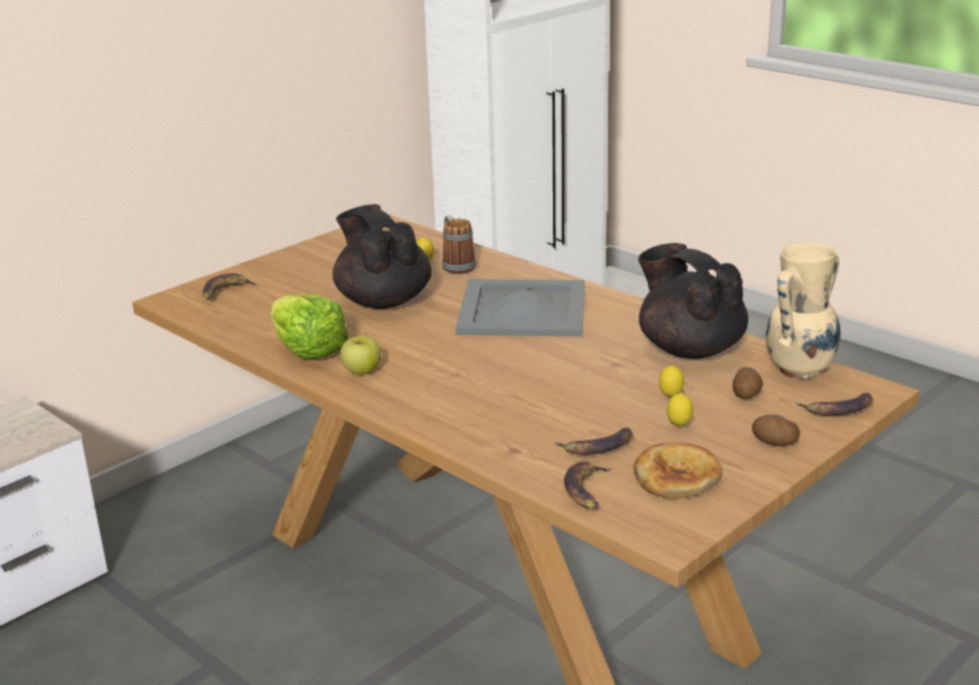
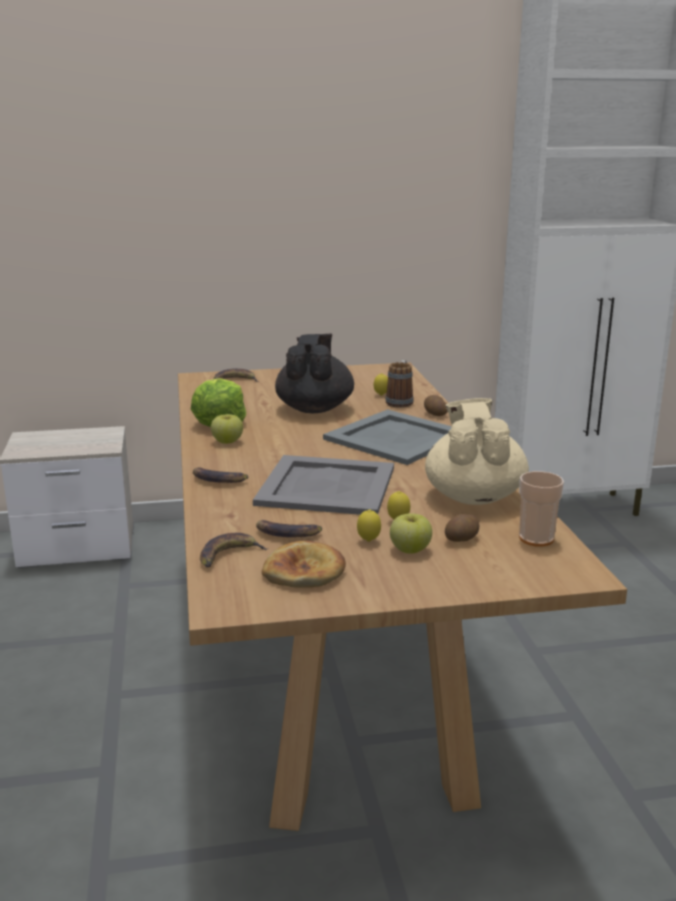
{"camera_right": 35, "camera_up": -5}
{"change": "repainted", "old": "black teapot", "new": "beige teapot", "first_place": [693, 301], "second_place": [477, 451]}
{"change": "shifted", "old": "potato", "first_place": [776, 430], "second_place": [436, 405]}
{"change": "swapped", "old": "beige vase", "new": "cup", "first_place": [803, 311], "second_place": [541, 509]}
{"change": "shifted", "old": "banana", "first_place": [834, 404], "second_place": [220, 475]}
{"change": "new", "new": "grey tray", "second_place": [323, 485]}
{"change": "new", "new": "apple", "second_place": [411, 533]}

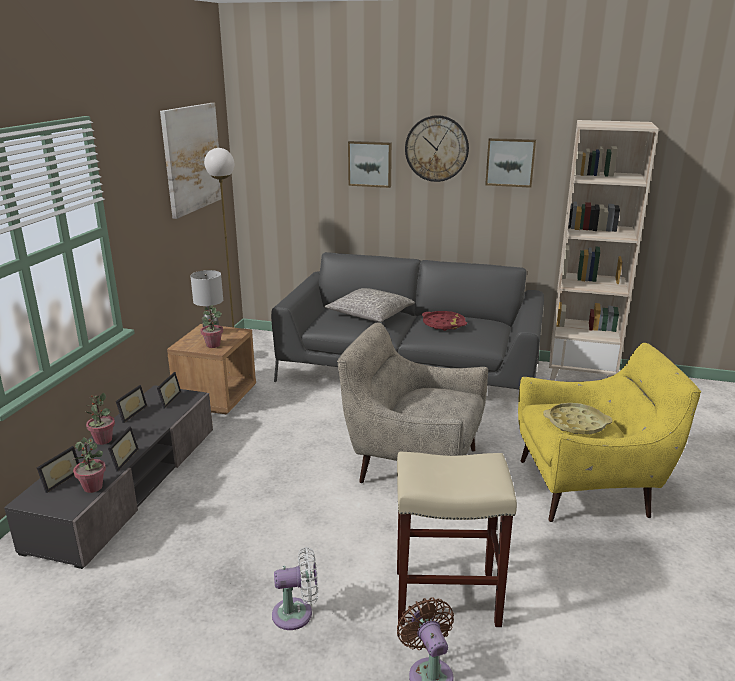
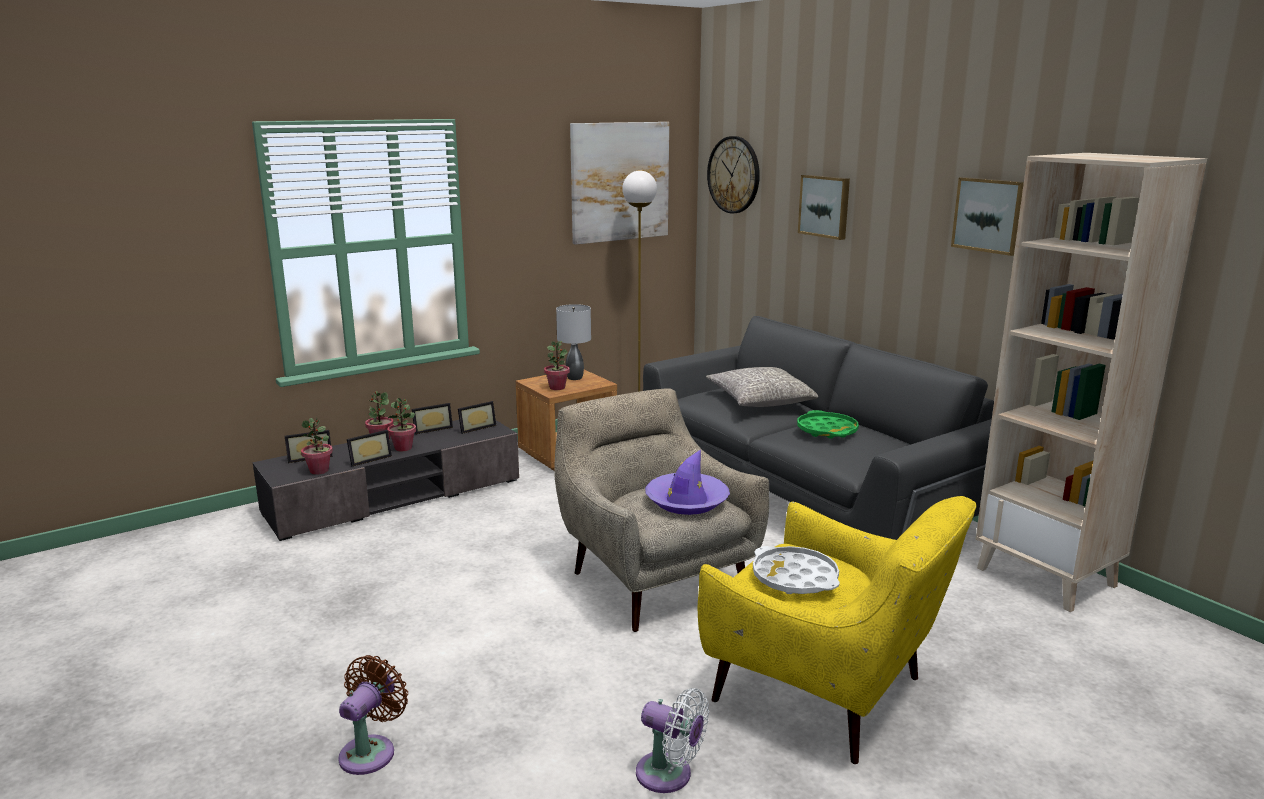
{"camera_right": 40, "camera_up": -5}
{"change": "shifted", "old": "white fan", "first_place": [295, 588], "second_place": [672, 740]}
{"change": "gone", "old": "beige stool", "first_place": [457, 539]}
{"change": "shifted", "old": "wall clock", "first_place": [437, 148], "second_place": [733, 174]}
{"change": "repainted", "old": "red tray", "new": "green tray", "first_place": [444, 321], "second_place": [828, 424]}
{"change": "repainted", "old": "yellow tray", "new": "white tray", "first_place": [577, 418], "second_place": [796, 570]}
{"change": "new", "new": "potted plant", "second_place": [401, 424]}
{"change": "new", "new": "purple hat", "second_place": [687, 482]}

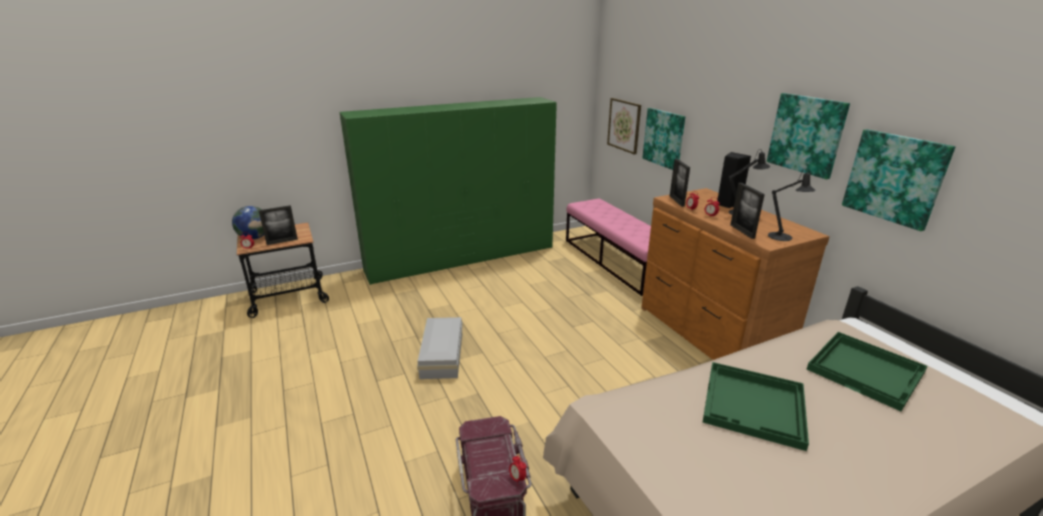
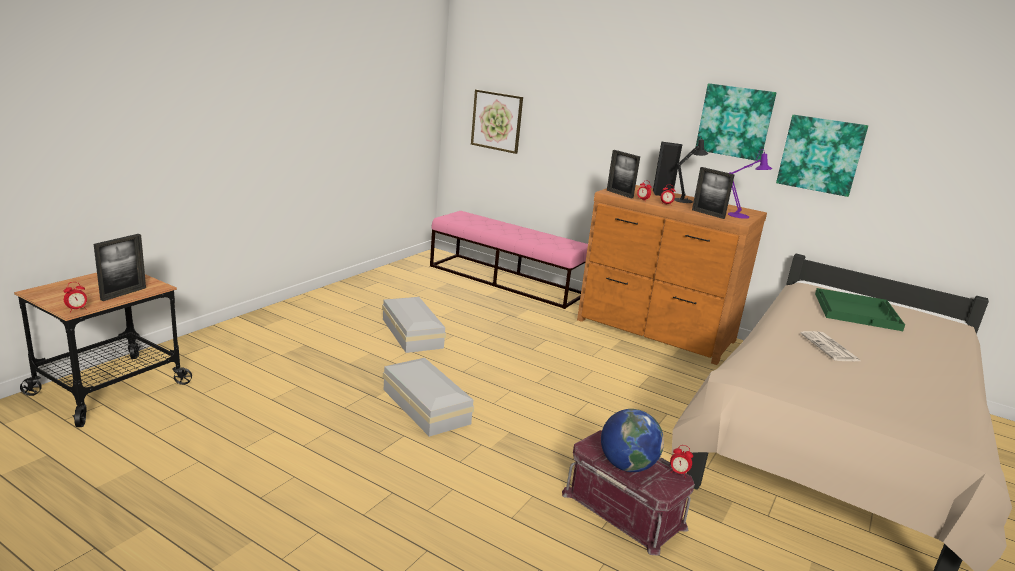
{"camera_right": -35, "camera_up": -5}
{"change": "shifted", "old": "globe", "first_place": [248, 222], "second_place": [632, 440]}
{"change": "gone", "old": "green wardrobe", "first_place": [448, 191]}
{"change": "gone", "old": "picture", "first_place": [664, 139]}
{"change": "swapped", "old": "green tray", "new": "newspaper", "first_place": [756, 406], "second_place": [830, 346]}
{"change": "repainted", "old": "black table lamp", "new": "purple table lamp", "first_place": [792, 204], "second_place": [750, 184]}
{"change": "new", "new": "white storage box", "second_place": [414, 325]}

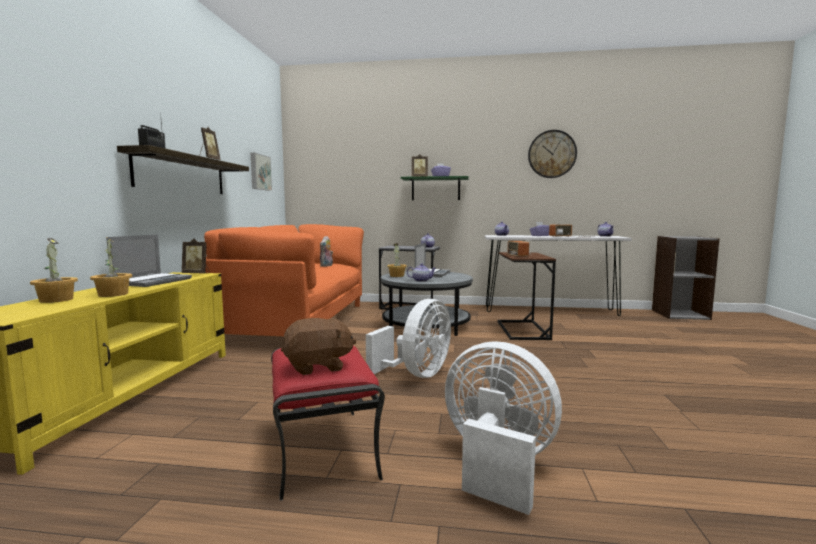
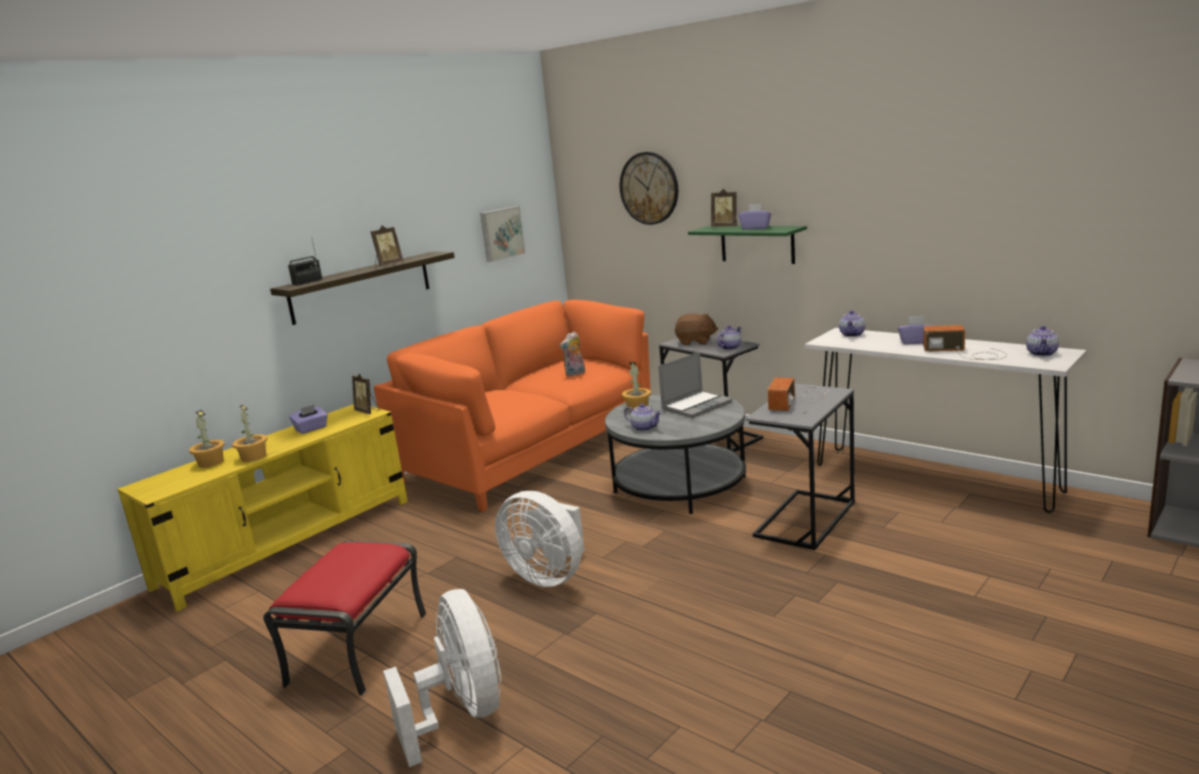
{"camera_right": 35, "camera_up": 10}
{"change": "swapped", "old": "laptop", "new": "purple tissue box", "first_place": [149, 261], "second_place": [308, 419]}
{"change": "shifted", "old": "brown plush toy", "first_place": [318, 346], "second_place": [696, 329]}
{"change": "rotated", "old": "white fan", "first_place": [408, 338], "second_place": [540, 539], "degrees": 60}
{"change": "repainted", "old": "brown side table", "new": "grey side table", "first_place": [526, 296], "second_place": [800, 466]}
{"change": "shifted", "old": "wall clock", "first_place": [552, 154], "second_place": [649, 188]}

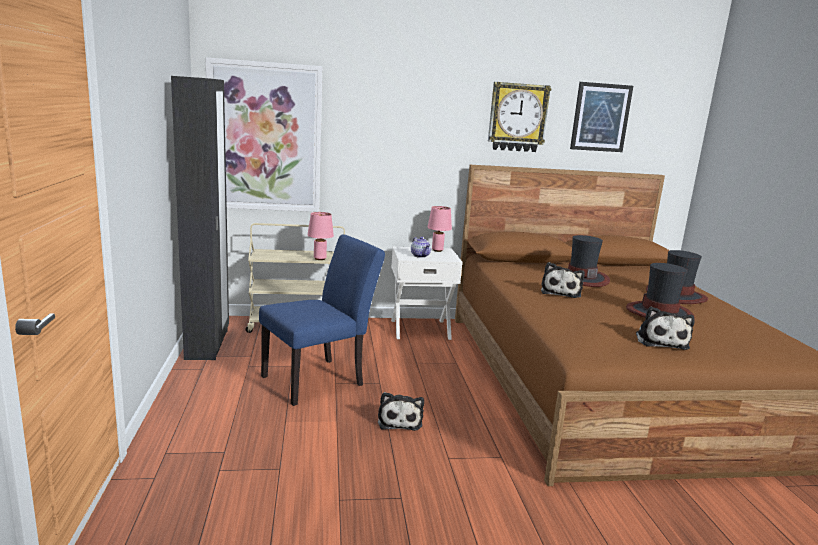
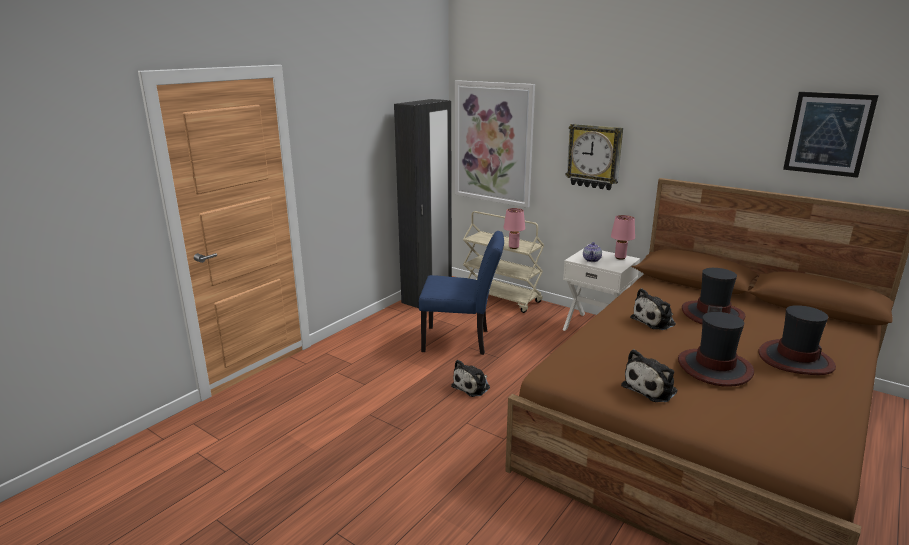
{"camera_right": 45, "camera_up": 5}
{"change": "shifted", "old": "wall clock", "first_place": [520, 117], "second_place": [594, 157]}

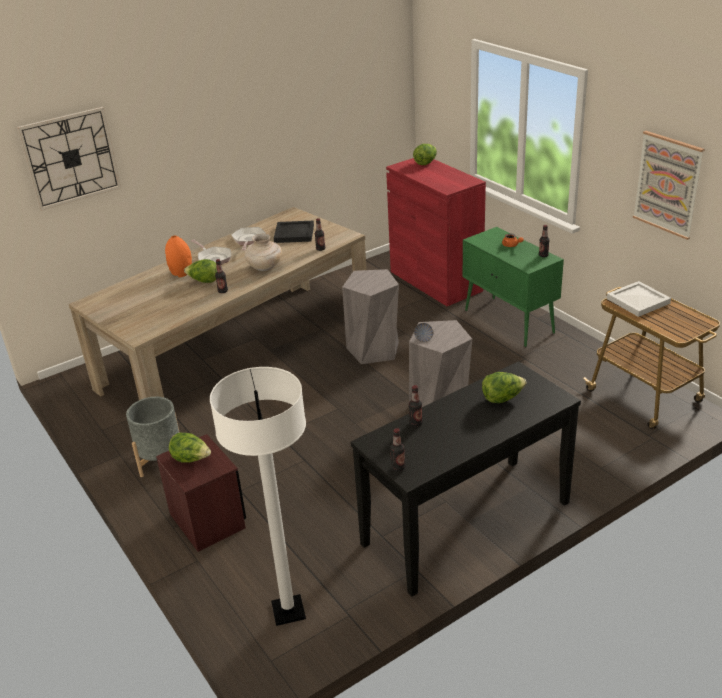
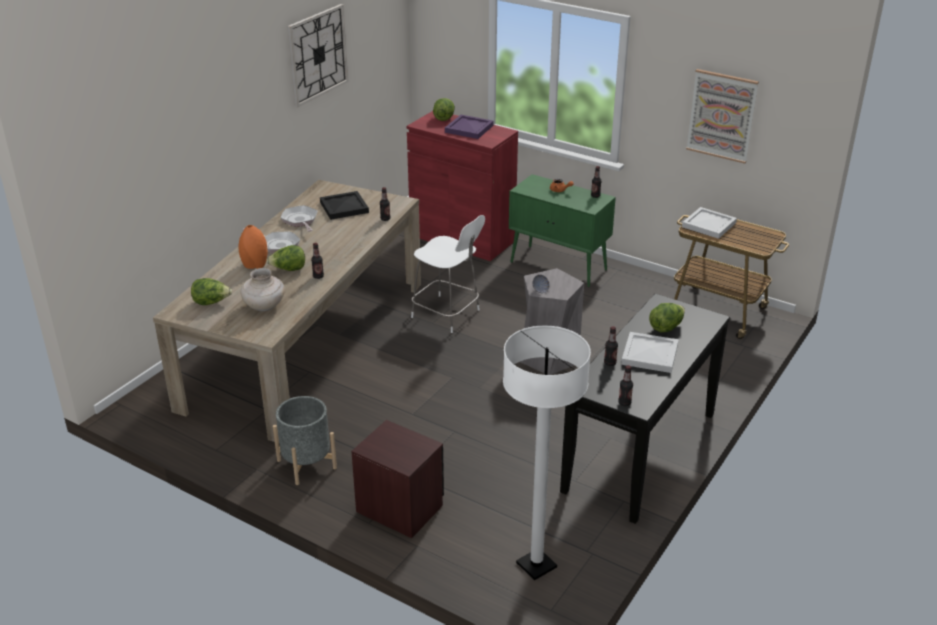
{"camera_right": -25, "camera_up": 0}
{"change": "shifted", "old": "wall clock", "first_place": [69, 159], "second_place": [317, 55]}
{"change": "shifted", "old": "lettuce", "first_place": [190, 448], "second_place": [211, 291]}
{"change": "shifted", "old": "beige vase", "first_place": [263, 252], "second_place": [262, 289]}
{"change": "swapped", "old": "grey stool", "new": "white chair", "first_place": [370, 316], "second_place": [448, 274]}
{"change": "new", "new": "purple tray", "second_place": [469, 127]}
{"change": "new", "new": "white tray", "second_place": [650, 352]}

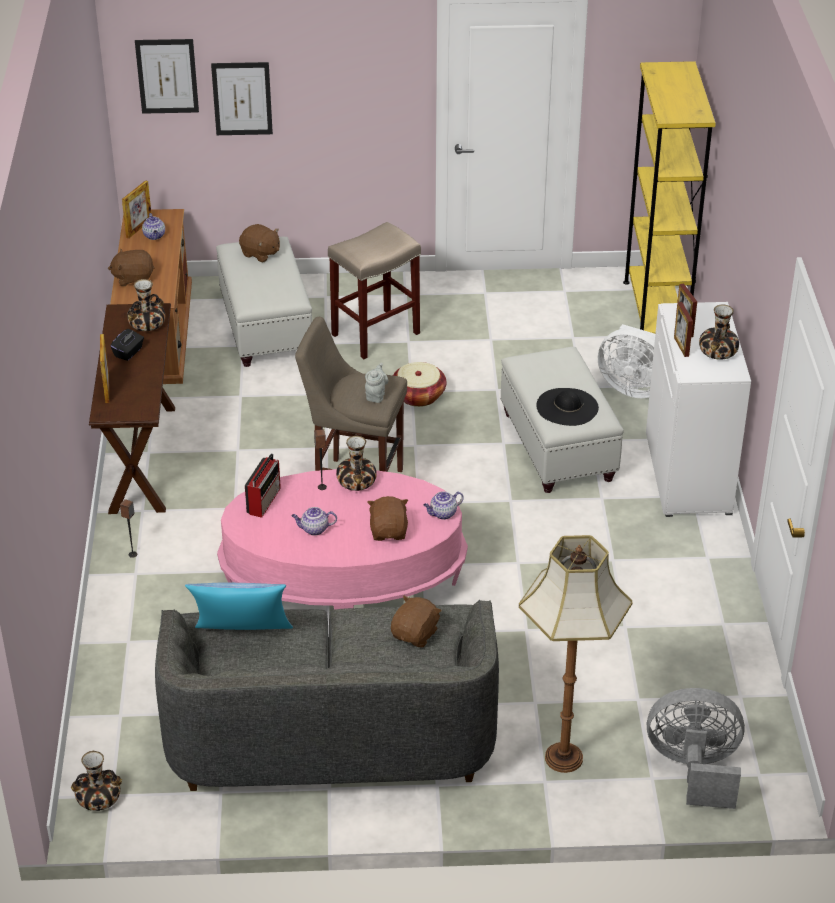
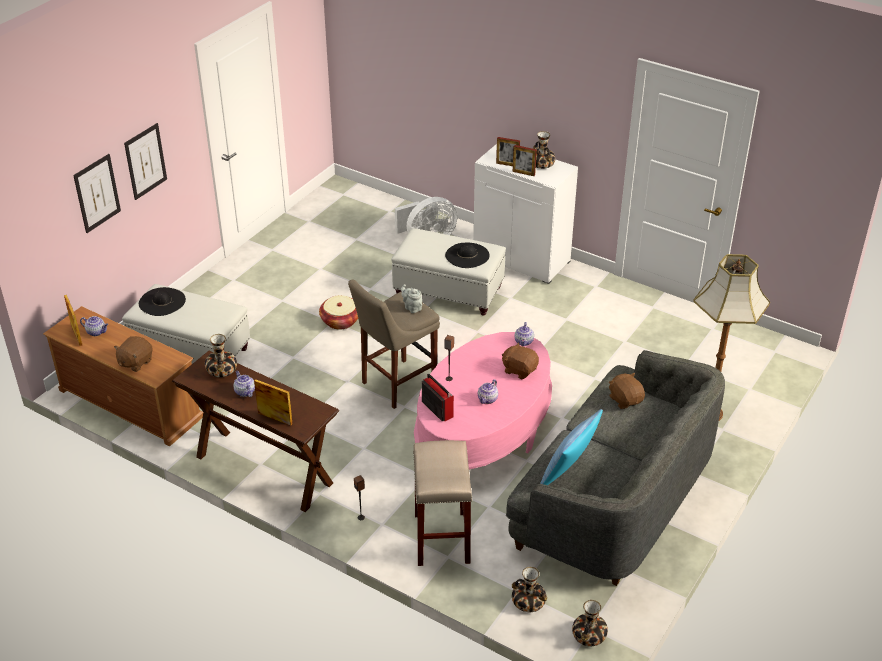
{"camera_right": -55, "camera_up": 0}
{"change": "swapped", "old": "black tissue box", "new": "teapot", "first_place": [127, 345], "second_place": [244, 384]}
{"change": "shifted", "old": "picture", "first_place": [167, 76], "second_place": [145, 161]}
{"change": "swapped", "old": "brown plush toy", "new": "black hat", "first_place": [259, 243], "second_place": [162, 301]}
{"change": "shifted", "old": "beige stool", "first_place": [374, 290], "second_place": [442, 503]}
{"change": "shifted", "old": "vase", "first_place": [356, 463], "second_place": [529, 589]}
{"change": "gone", "old": "yellow bookcase", "first_place": [669, 197]}
{"change": "gone", "old": "grey fan", "first_place": [696, 748]}

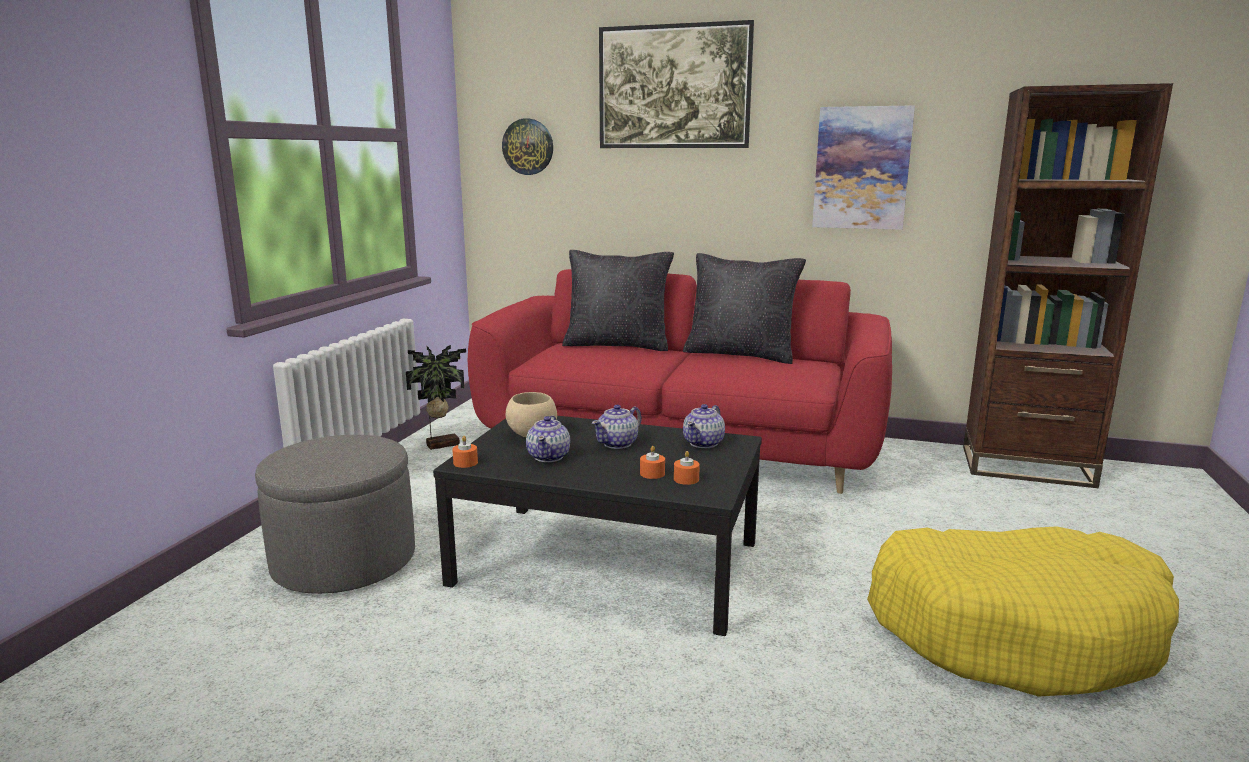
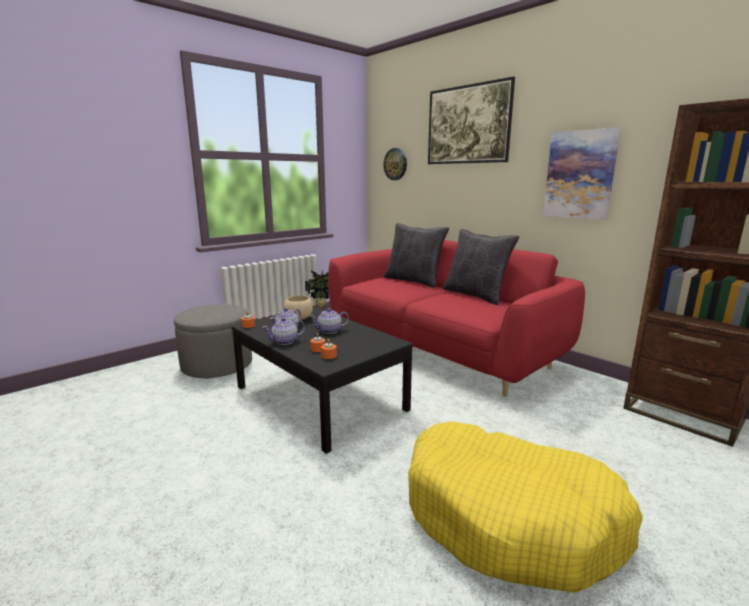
{"camera_right": 30, "camera_up": 0}
{"change": "shifted", "old": "teapot", "first_place": [704, 426], "second_place": [283, 331]}

